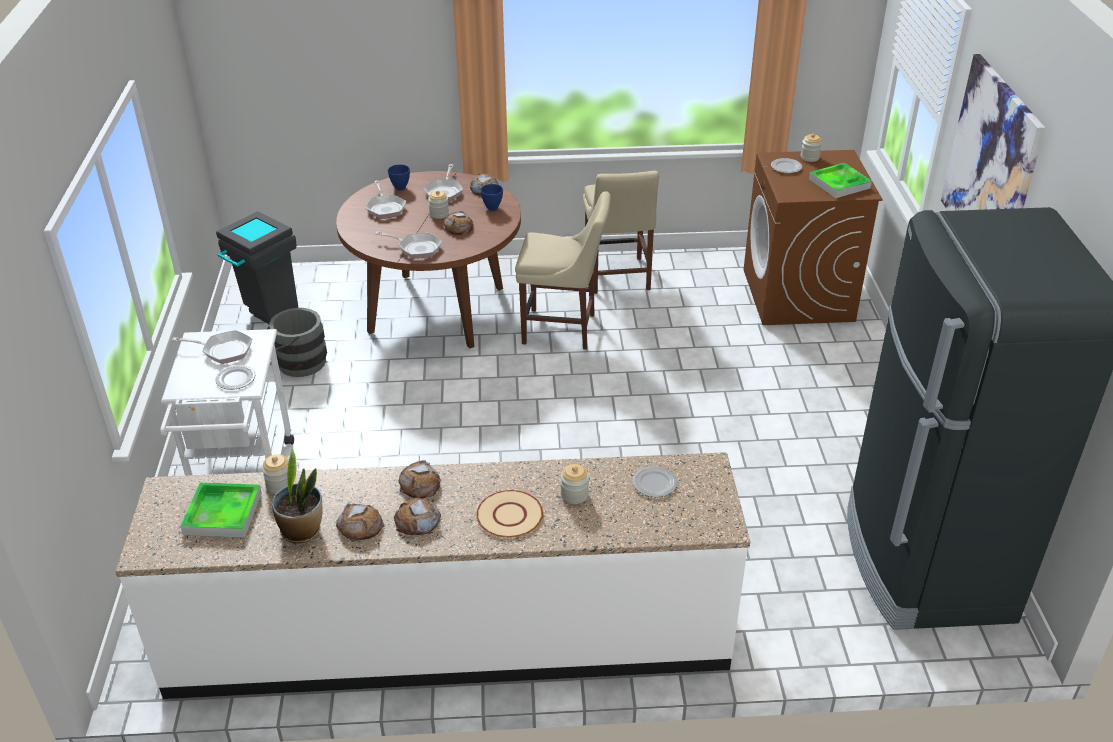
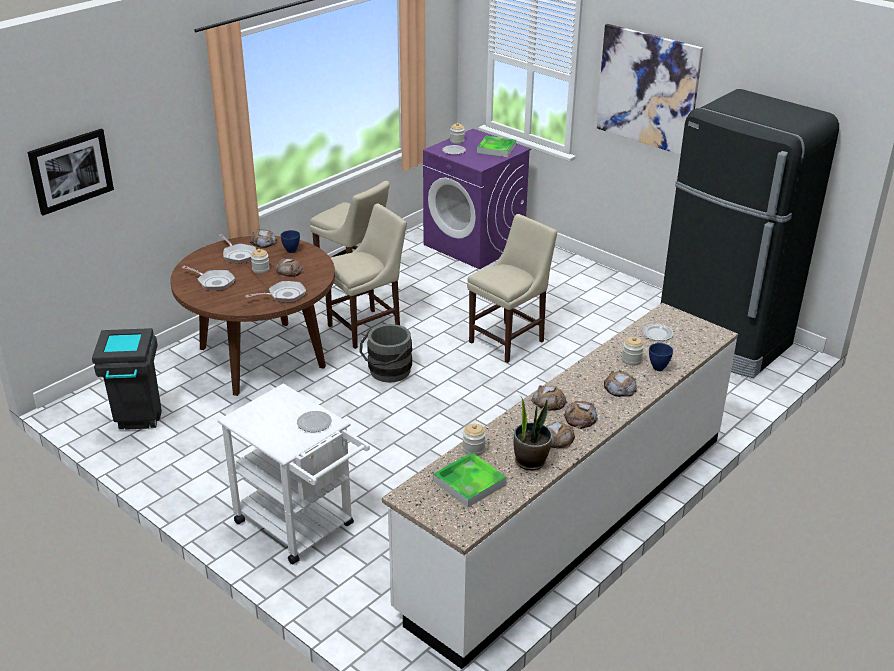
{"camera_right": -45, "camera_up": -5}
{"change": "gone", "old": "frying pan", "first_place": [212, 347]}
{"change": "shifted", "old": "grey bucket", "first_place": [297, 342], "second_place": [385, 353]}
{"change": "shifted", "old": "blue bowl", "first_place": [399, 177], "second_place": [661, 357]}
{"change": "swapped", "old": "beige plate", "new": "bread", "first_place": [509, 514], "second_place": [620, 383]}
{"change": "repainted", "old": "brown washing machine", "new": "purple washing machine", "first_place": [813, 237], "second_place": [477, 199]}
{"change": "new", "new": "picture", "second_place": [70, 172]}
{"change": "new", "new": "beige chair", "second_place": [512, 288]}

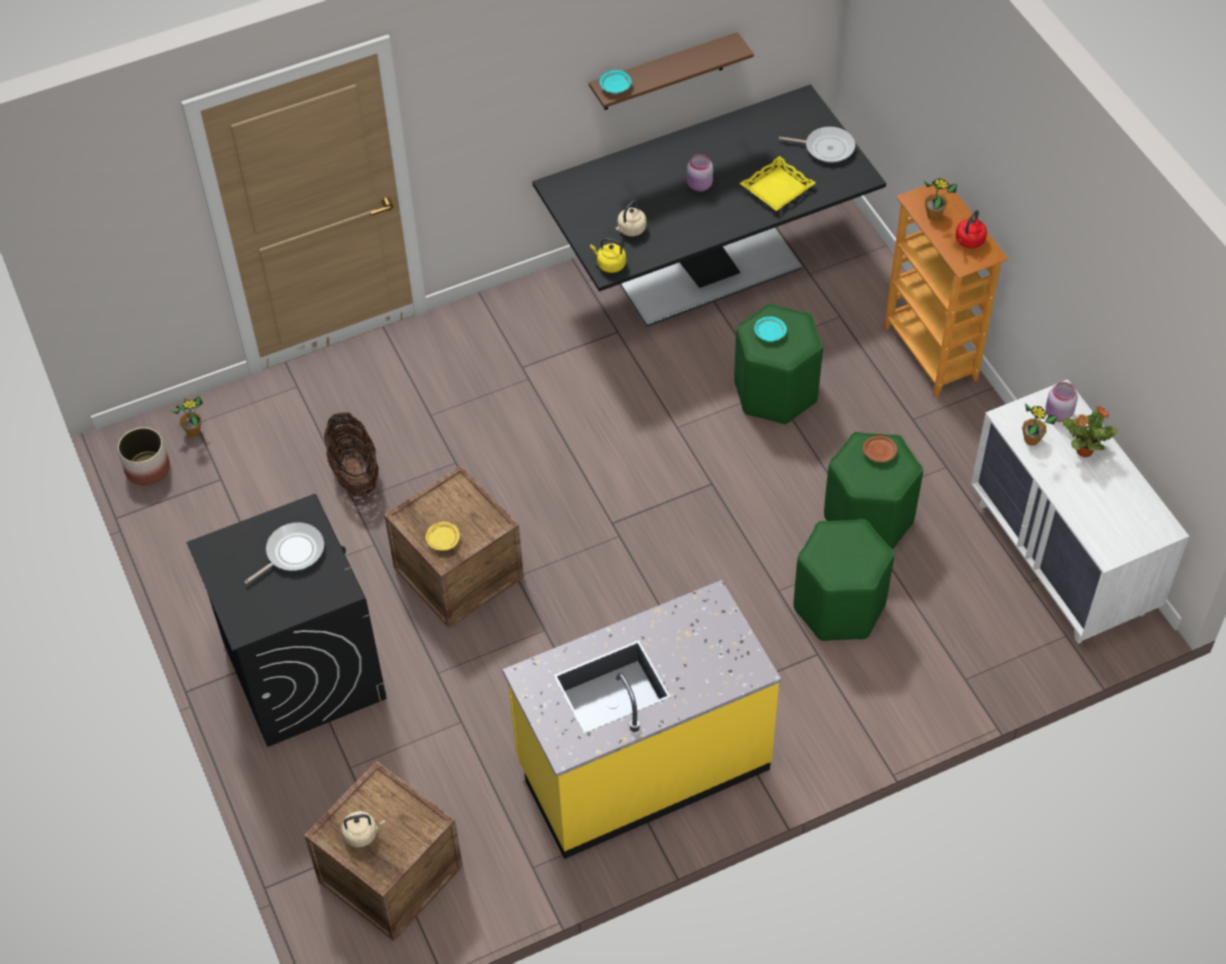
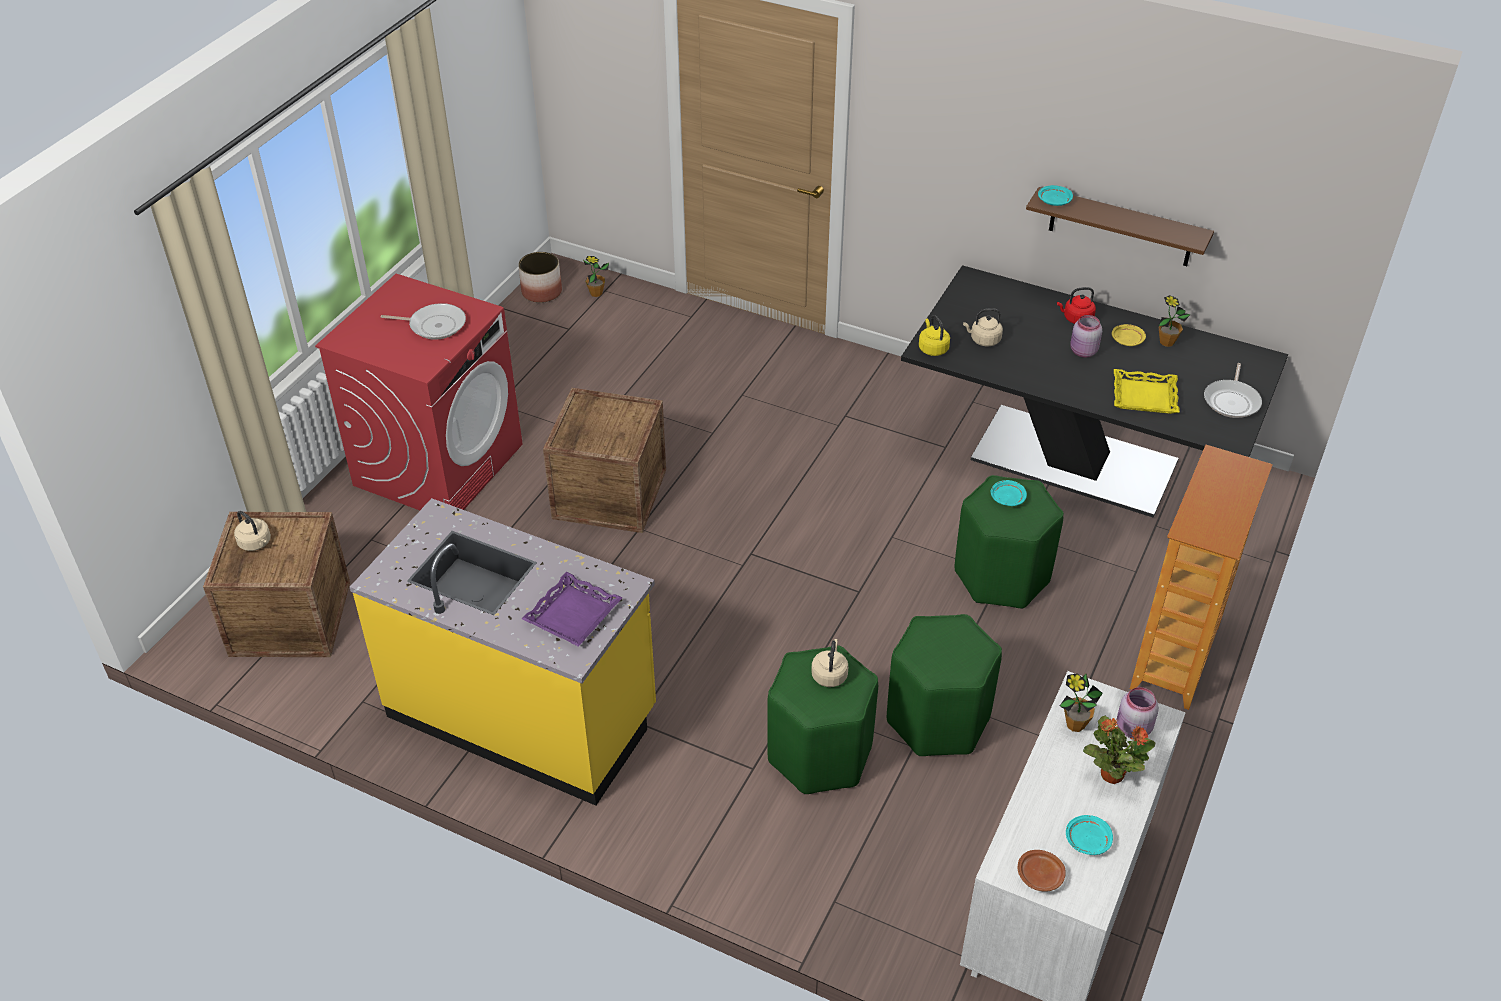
{"camera_right": 50, "camera_up": -10}
{"change": "repainted", "old": "black washing machine", "new": "red washing machine", "first_place": [286, 620], "second_place": [419, 392]}
{"change": "gone", "old": "basket", "first_place": [351, 454]}
{"change": "shifted", "old": "yellow plate", "first_place": [443, 536], "second_place": [1129, 335]}
{"change": "rotated", "old": "frying pan", "first_place": [817, 144], "second_place": [1233, 390], "degrees": 45}
{"change": "shifted", "old": "brown plate", "first_place": [880, 449], "second_place": [1042, 871]}
{"change": "shifted", "old": "potted plant", "first_place": [940, 199], "second_place": [1175, 321]}
{"change": "shifted", "old": "red kettle", "first_place": [971, 229], "second_place": [1076, 305]}
{"change": "new", "new": "purple tray", "second_place": [572, 609]}
{"change": "new", "new": "beige kettle", "second_place": [829, 663]}
{"change": "new", "new": "turquoise plate", "second_place": [1089, 835]}

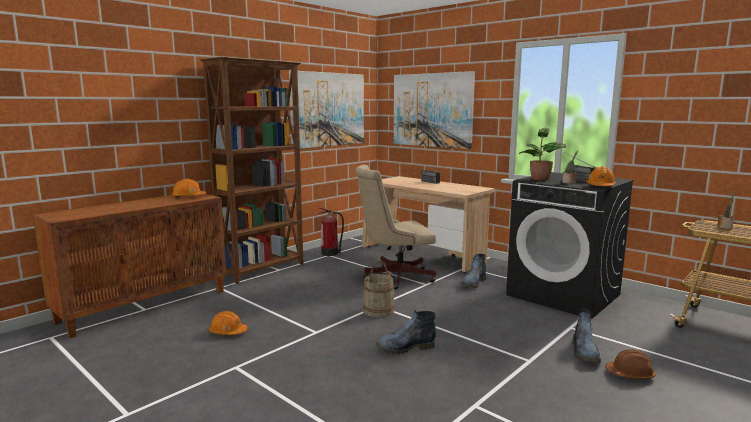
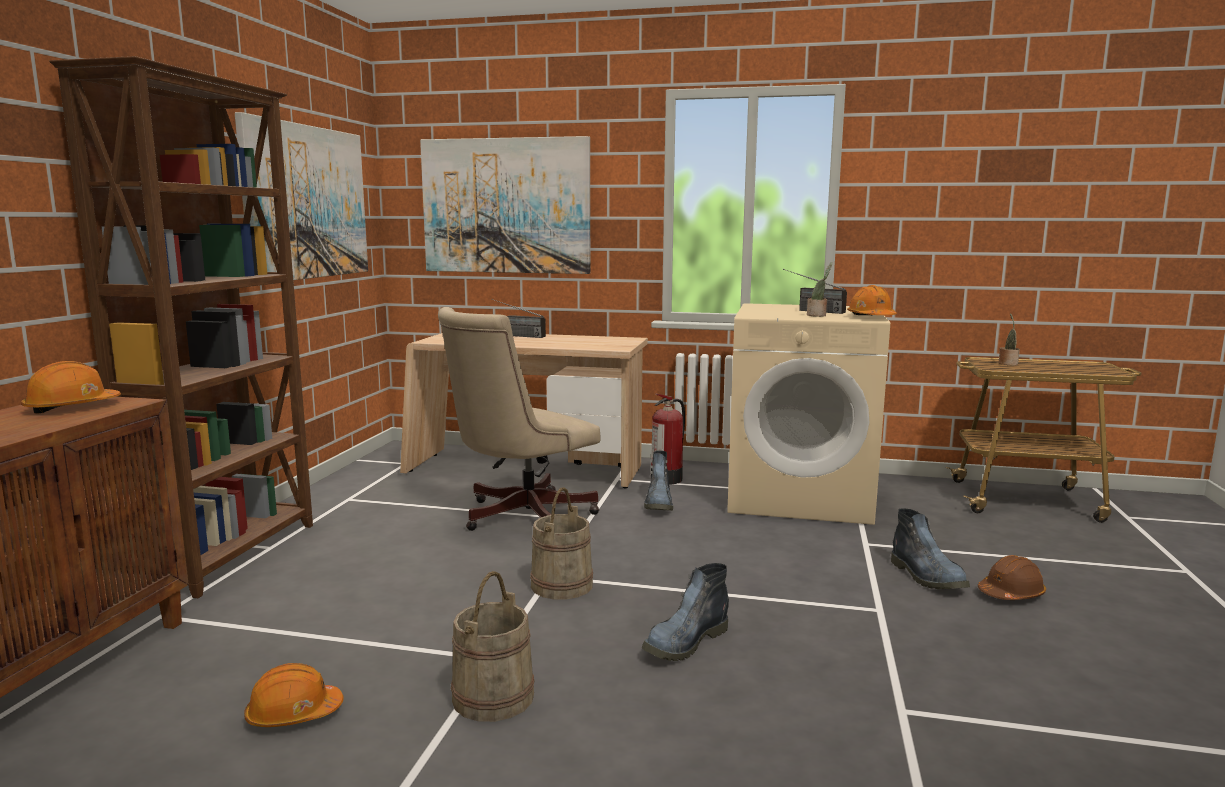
{"camera_right": -30, "camera_up": 0}
{"change": "shifted", "old": "fire extinguisher", "first_place": [331, 232], "second_place": [668, 439]}
{"change": "repainted", "old": "black washing machine", "new": "beige washing machine", "first_place": [570, 245], "second_place": [808, 414]}
{"change": "gone", "old": "potted plant", "first_place": [542, 154]}
{"change": "new", "new": "beige bucket", "second_place": [493, 646]}

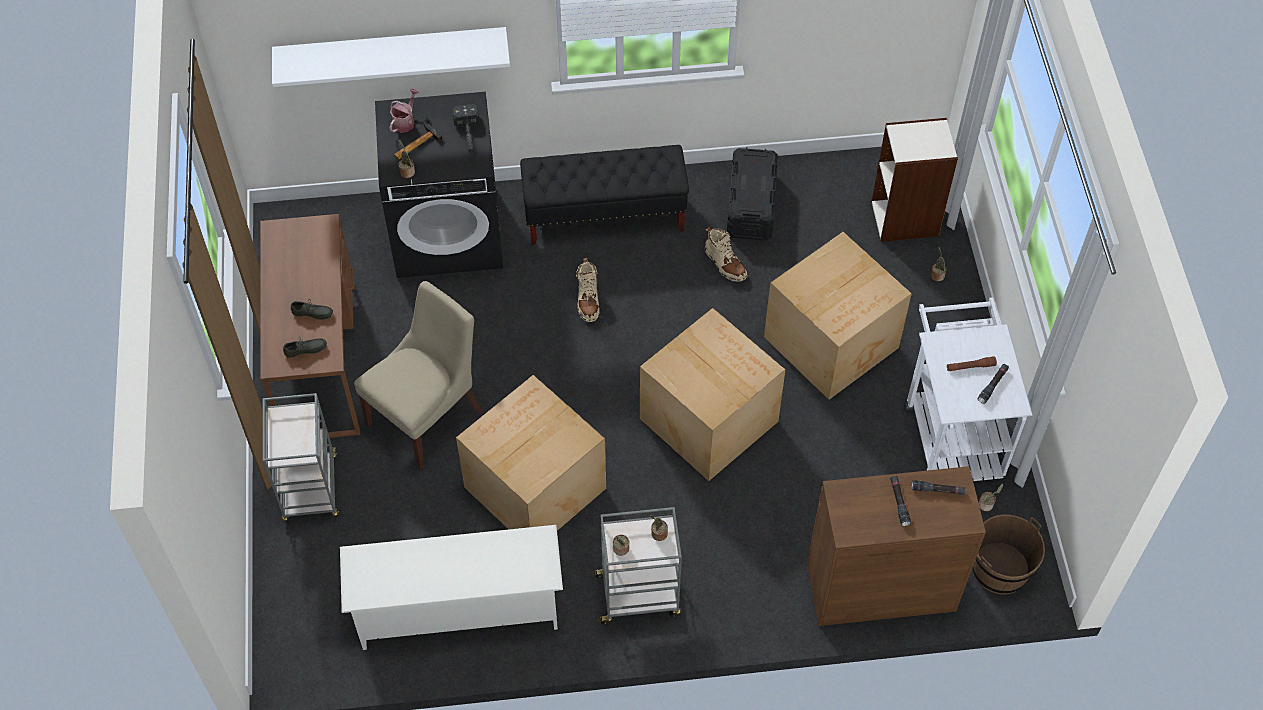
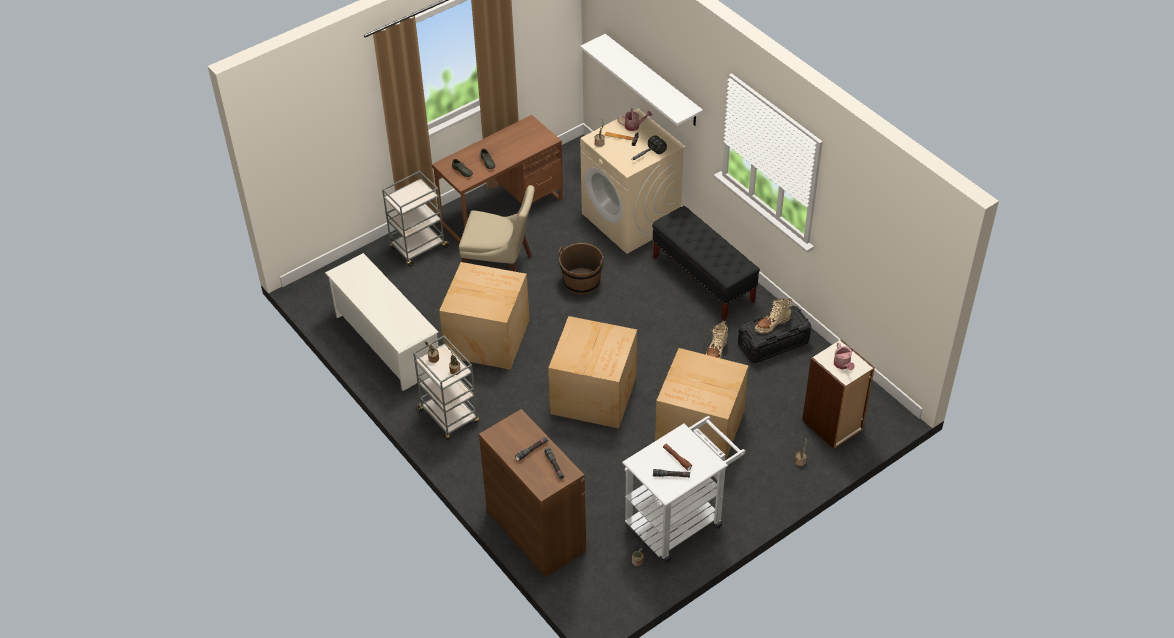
{"camera_right": 60, "camera_up": -10}
{"change": "repainted", "old": "black washing machine", "new": "beige washing machine", "first_place": [439, 185], "second_place": [633, 181]}
{"change": "shifted", "old": "beige boot", "first_place": [587, 290], "second_place": [773, 315]}
{"change": "shifted", "old": "brown bucket", "first_place": [1008, 554], "second_place": [581, 269]}
{"change": "new", "new": "watering can", "second_place": [844, 356]}

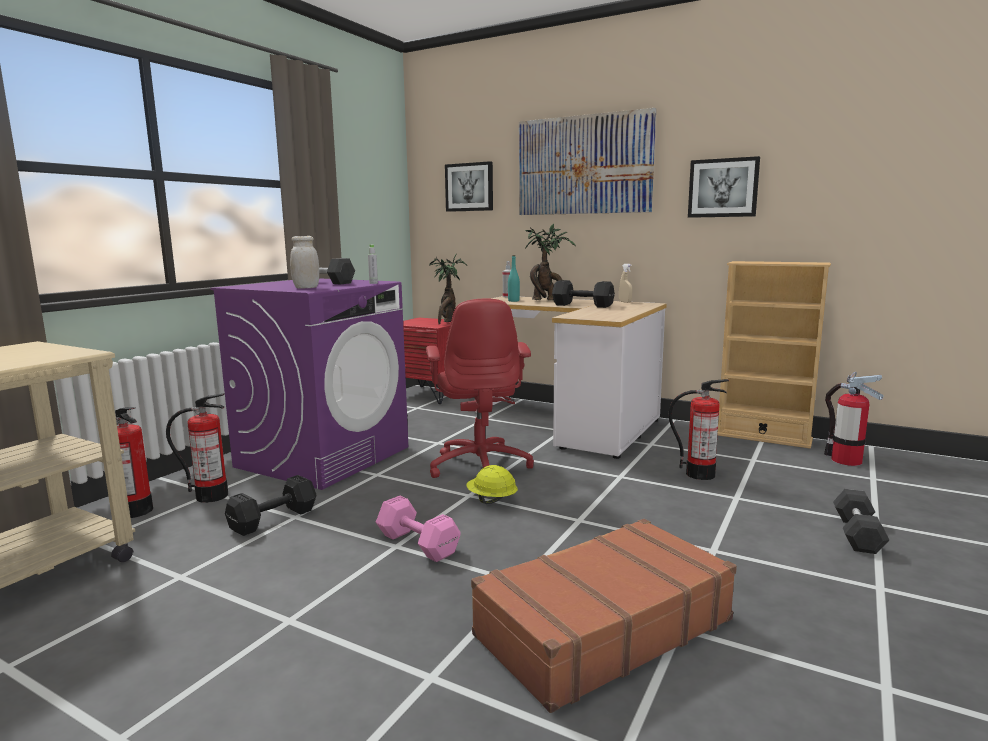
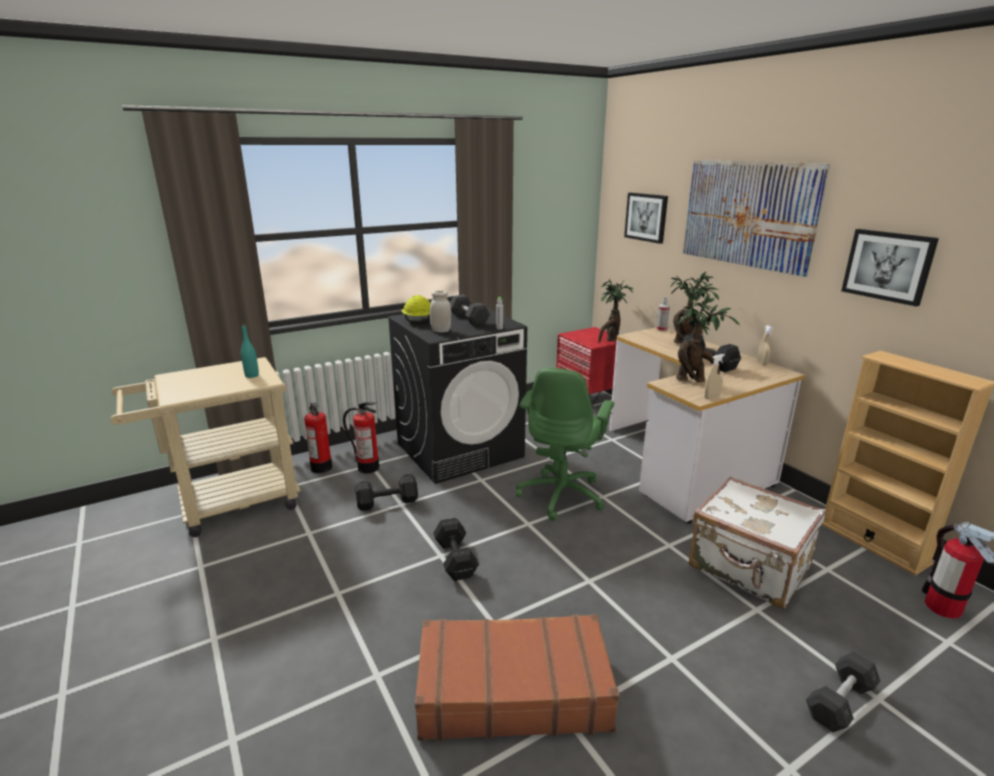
{"camera_right": 30, "camera_up": 10}
{"change": "repainted", "old": "purple washing machine", "new": "black washing machine", "first_place": [309, 384], "second_place": [457, 393]}
{"change": "repainted", "old": "pink dumbbell", "new": "black dumbbell", "first_place": [418, 529], "second_place": [456, 549]}
{"change": "repainted", "old": "red office chair", "new": "green office chair", "first_place": [480, 388], "second_place": [565, 444]}
{"change": "shifted", "old": "yellow hard hat", "first_place": [492, 484], "second_place": [416, 308]}
{"change": "shifted", "old": "turquoise bottle", "first_place": [514, 278], "second_place": [250, 351]}
{"change": "swapped", "old": "fire extinguisher", "new": "white suitcase", "first_place": [698, 429], "second_place": [757, 543]}
{"change": "new", "new": "potted plant", "second_place": [708, 338]}
{"change": "new", "new": "beige spray bottle", "second_place": [714, 376]}

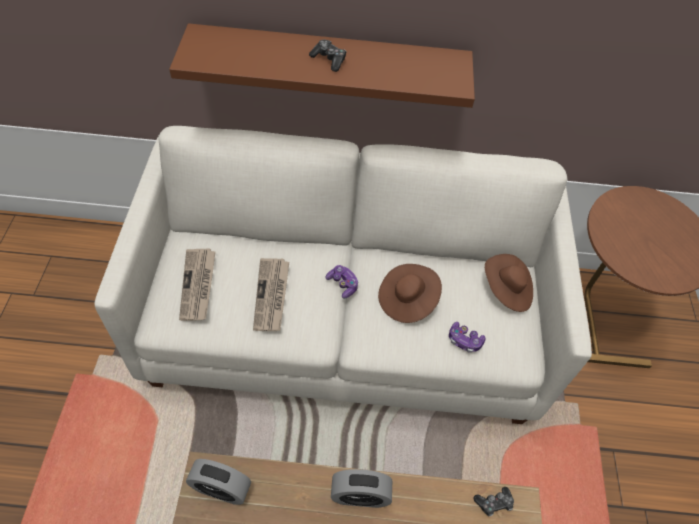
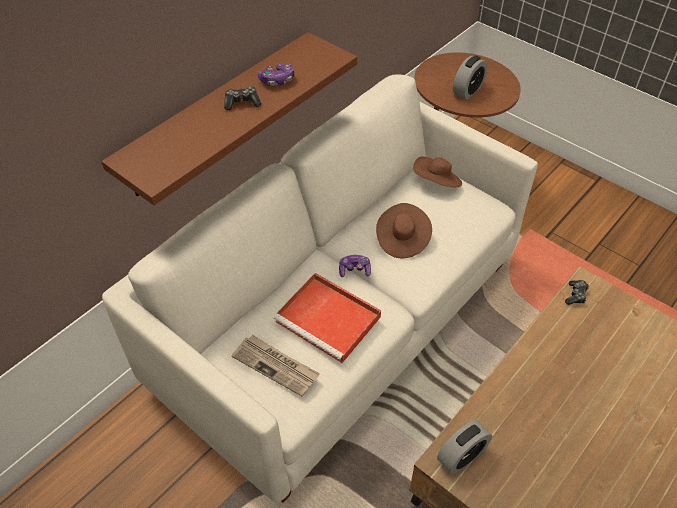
{"camera_right": -50, "camera_up": -5}
{"change": "swapped", "old": "newspaper", "new": "red tray", "first_place": [271, 294], "second_place": [327, 318]}
{"change": "shifted", "old": "alarm clock", "first_place": [361, 488], "second_place": [470, 78]}
{"change": "shifted", "old": "game controller", "first_place": [467, 337], "second_place": [276, 75]}

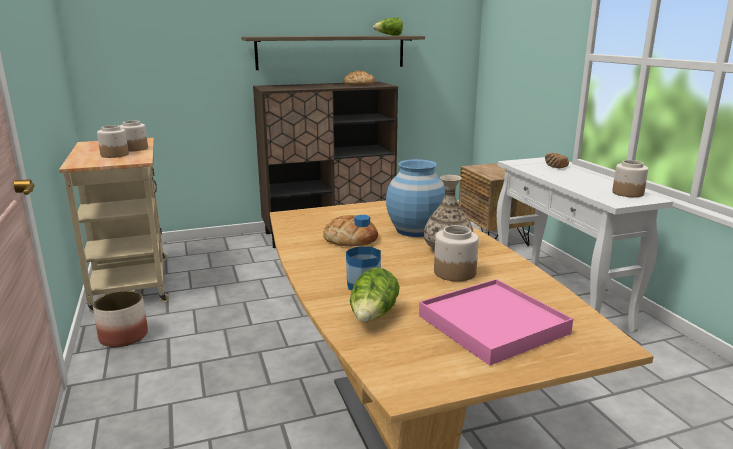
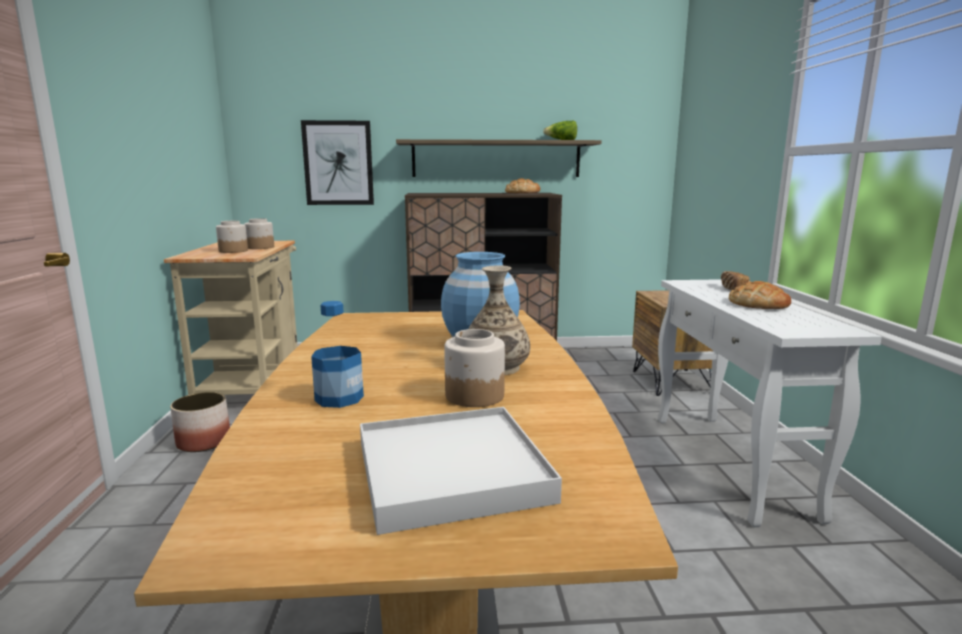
{"camera_right": 15, "camera_up": -5}
{"change": "shifted", "old": "bread", "first_place": [350, 230], "second_place": [760, 295]}
{"change": "gone", "old": "lettuce", "first_place": [375, 295]}
{"change": "repainted", "old": "pink tray", "new": "white tray", "first_place": [496, 322], "second_place": [461, 471]}
{"change": "gone", "old": "jar", "first_place": [630, 178]}
{"change": "new", "new": "picture", "second_place": [337, 162]}

